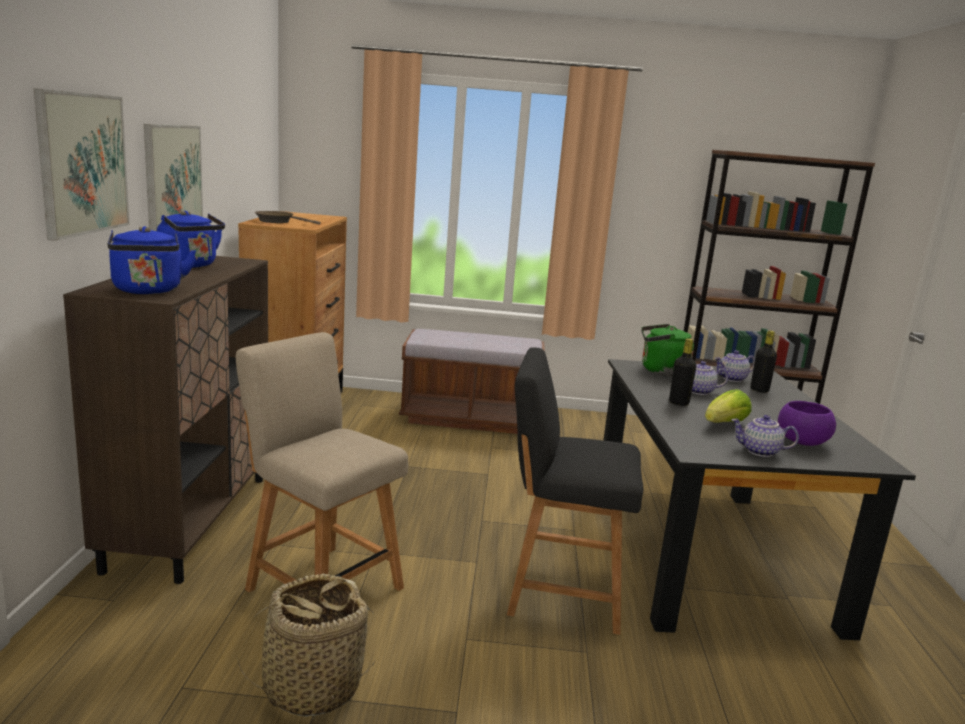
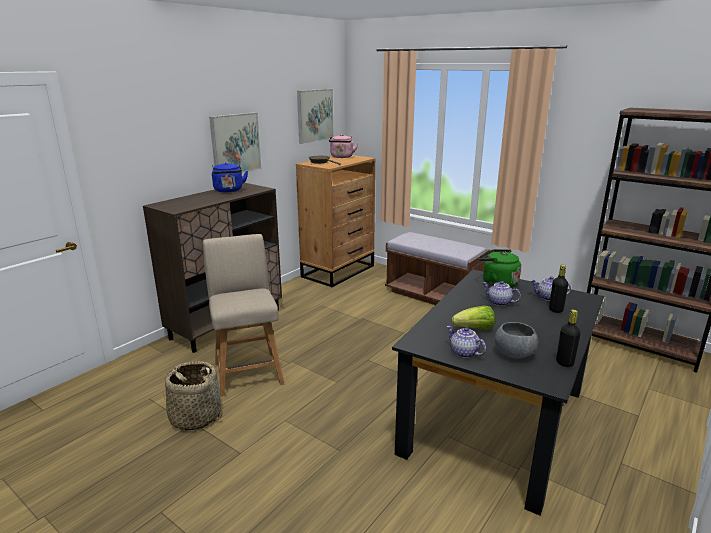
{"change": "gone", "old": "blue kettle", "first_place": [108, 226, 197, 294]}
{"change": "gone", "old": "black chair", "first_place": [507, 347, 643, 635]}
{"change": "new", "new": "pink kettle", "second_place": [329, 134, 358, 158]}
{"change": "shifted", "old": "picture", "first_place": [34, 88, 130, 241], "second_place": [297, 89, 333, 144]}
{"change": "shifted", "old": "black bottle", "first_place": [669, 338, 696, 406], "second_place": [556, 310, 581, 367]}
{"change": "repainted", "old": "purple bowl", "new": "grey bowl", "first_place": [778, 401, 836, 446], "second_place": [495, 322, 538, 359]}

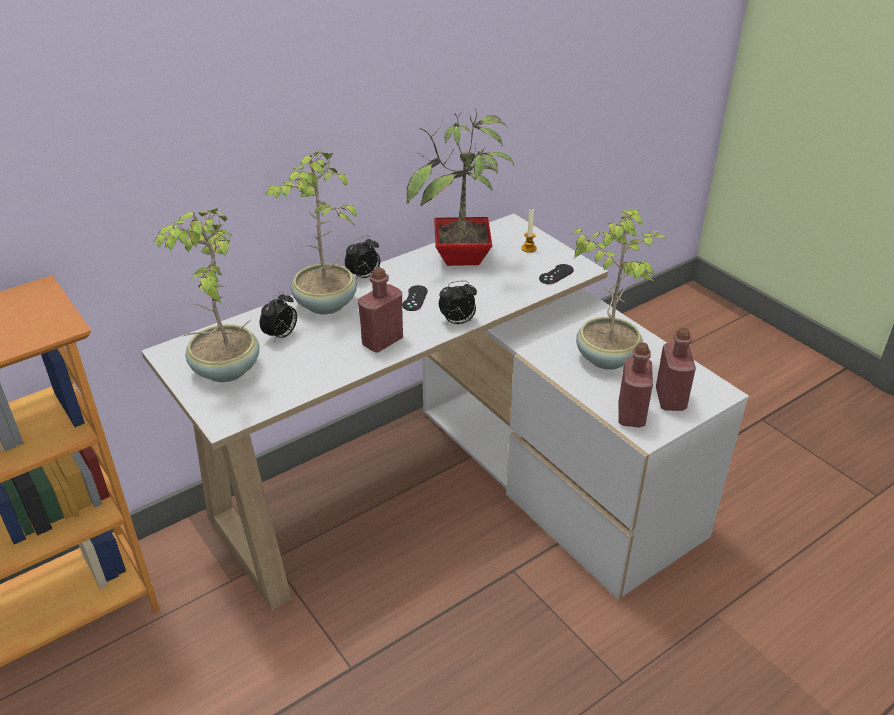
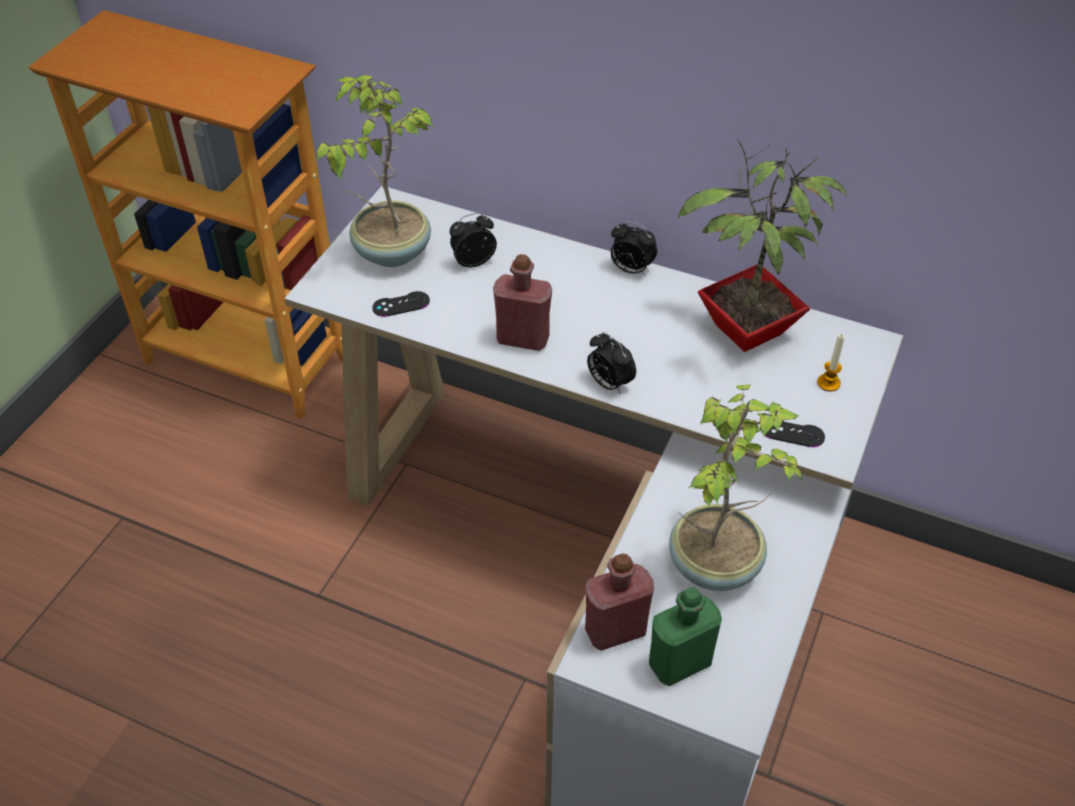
{"change": "gone", "old": "potted plant", "first_place": [264, 149, 357, 314]}
{"change": "shifted", "old": "black game controller", "first_place": [402, 285, 428, 311], "second_place": [372, 291, 430, 317]}
{"change": "repainted", "old": "red bottle", "new": "green bottle", "first_place": [656, 328, 696, 411], "second_place": [649, 587, 722, 686]}
{"change": "rotated", "old": "alarm clock", "first_place": [260, 291, 297, 342], "second_place": [450, 213, 497, 268], "degrees": 150}

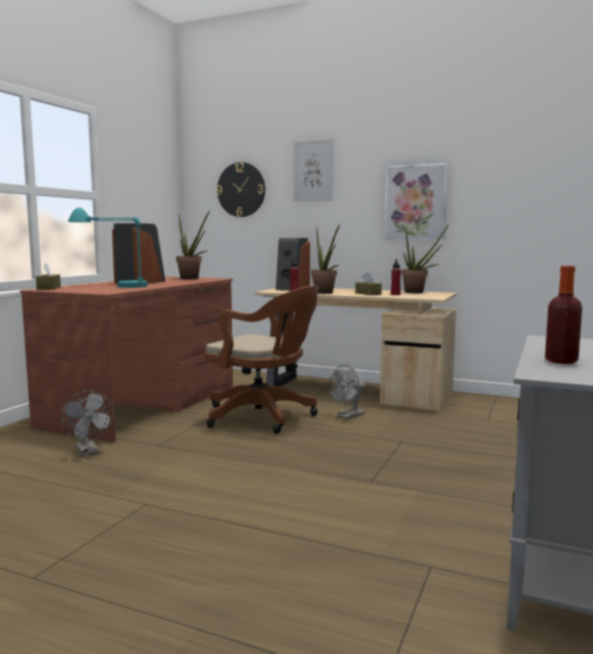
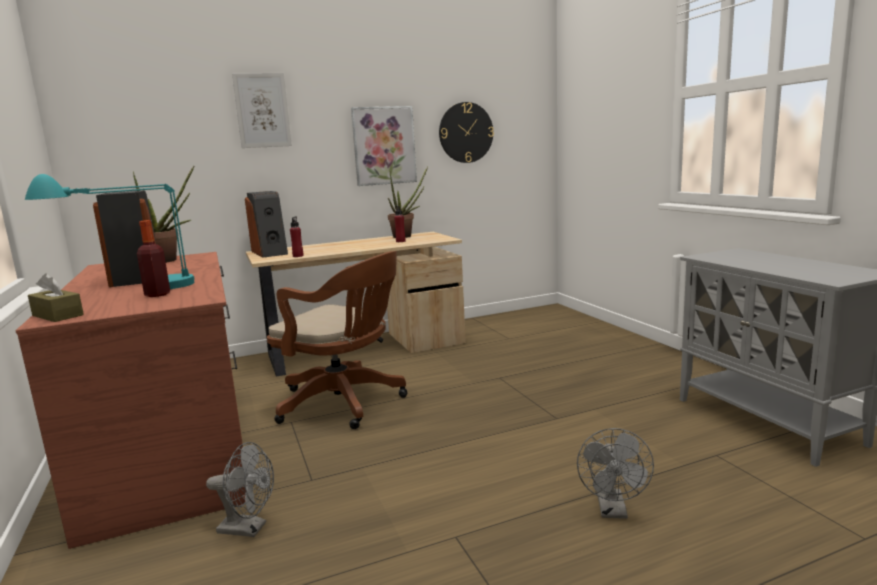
{"change": "gone", "old": "potted plant", "first_place": [311, 224, 340, 294]}
{"change": "gone", "old": "brown tissue box", "first_place": [355, 272, 382, 295]}
{"change": "shifted", "old": "wall clock", "first_place": [217, 162, 265, 217], "second_place": [439, 102, 494, 163]}
{"change": "shifted", "old": "grey fan", "first_place": [330, 364, 366, 419], "second_place": [577, 428, 654, 519]}
{"change": "shifted", "old": "bottle", "first_place": [545, 266, 582, 364], "second_place": [137, 220, 170, 297]}
{"change": "rotated", "old": "brown office chair", "first_place": [204, 285, 319, 434], "second_place": [267, 251, 408, 429], "degrees": 45}

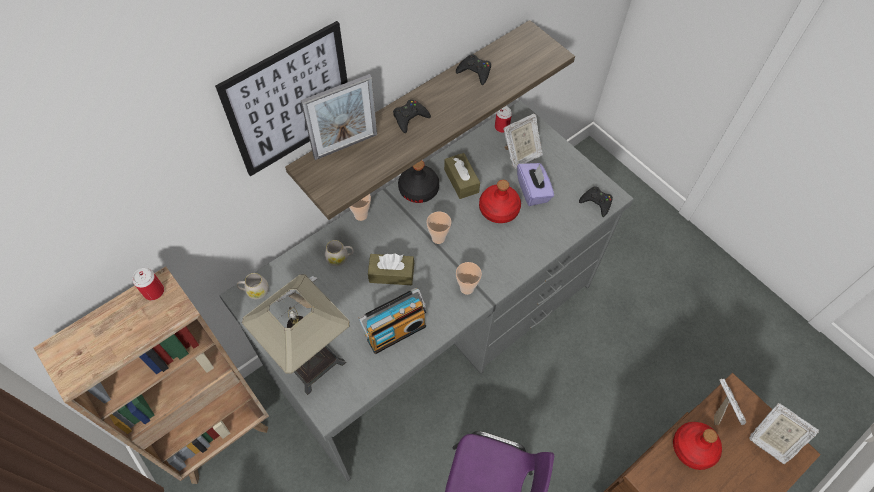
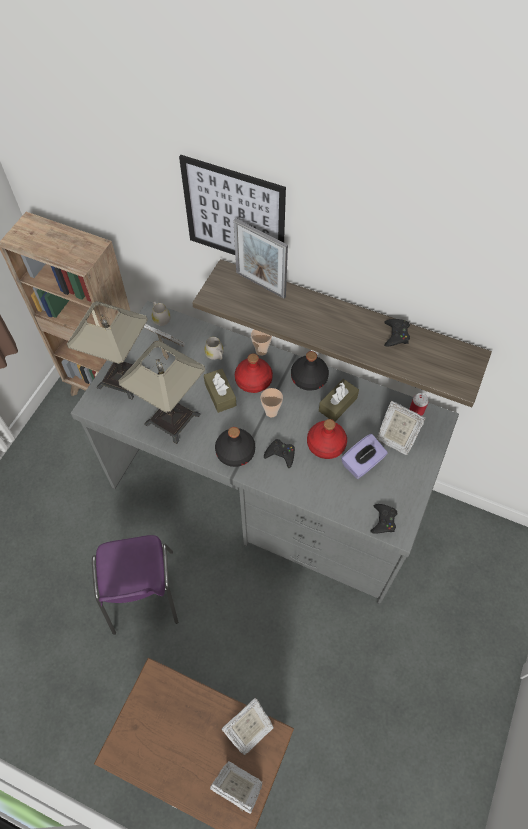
{"change": "gone", "old": "can", "first_place": [132, 268, 164, 300]}
{"change": "shifted", "old": "black game controller", "first_place": [393, 100, 431, 133], "second_place": [264, 439, 295, 468]}
{"change": "shifted", "old": "red bottle", "first_place": [673, 422, 722, 470], "second_place": [235, 353, 273, 393]}
{"change": "swapped", "old": "radio", "new": "table lamp", "first_place": [358, 288, 426, 354], "second_place": [118, 340, 205, 444]}
{"change": "swapped", "old": "cup", "new": "black bottle", "first_place": [456, 262, 482, 295], "second_place": [215, 427, 255, 467]}
{"change": "rotated", "old": "picture frame", "first_place": [749, 403, 819, 464], "second_place": [210, 761, 262, 814], "degrees": 105}

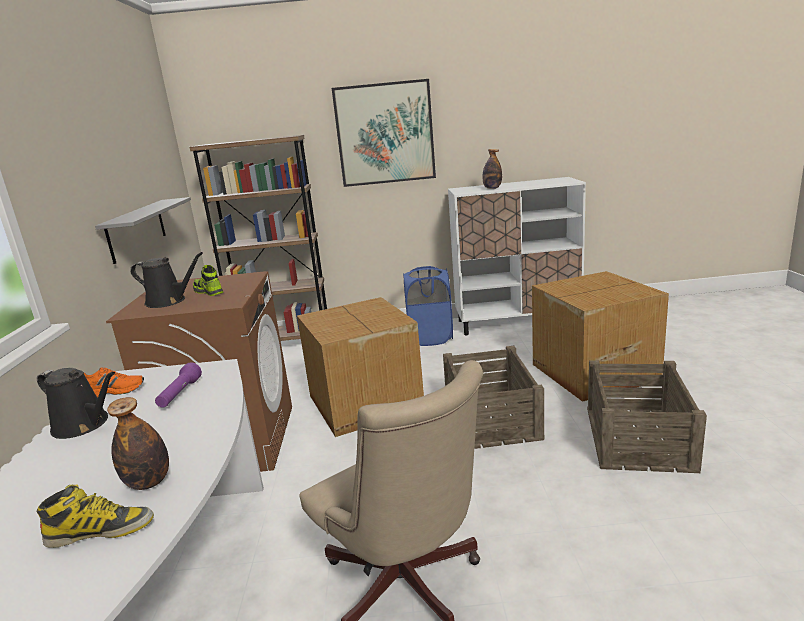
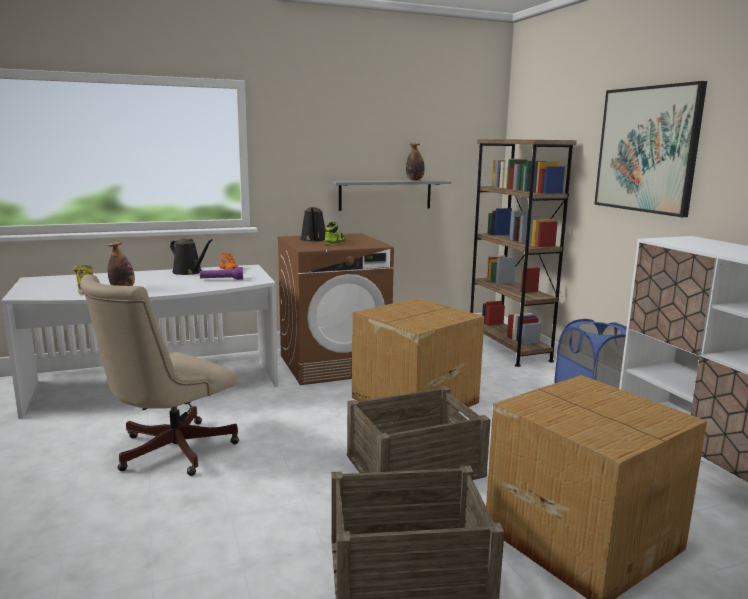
{"change": "shifted", "old": "bottle", "first_place": [482, 149, 502, 189], "second_place": [406, 143, 425, 180]}
{"change": "rotated", "old": "black watering can", "first_place": [37, 368, 115, 439], "second_place": [170, 239, 213, 275], "degrees": -60}

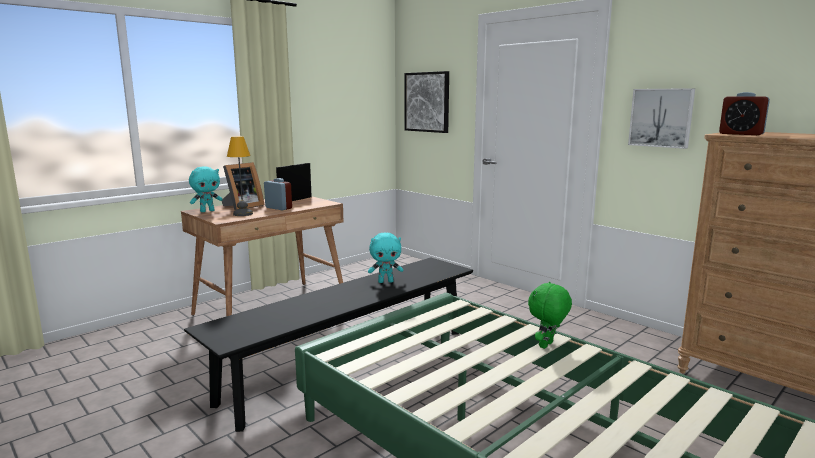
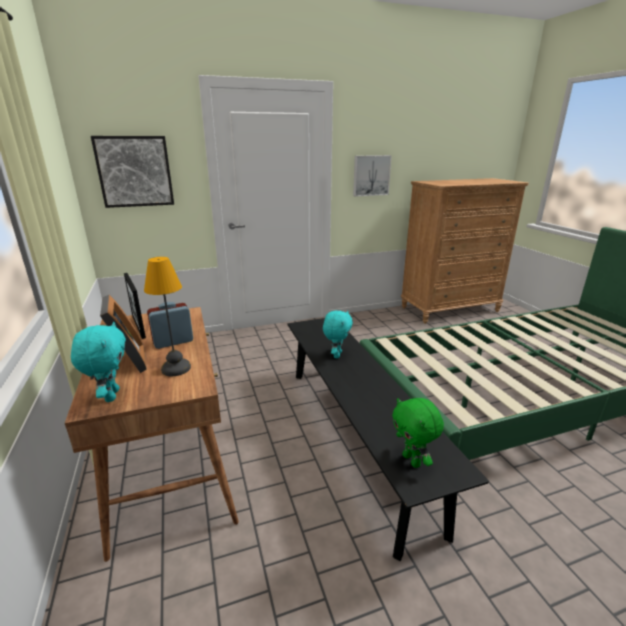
{"change": "gone", "old": "alarm clock", "first_place": [719, 92, 770, 135]}
{"change": "shifted", "old": "green plush toy", "first_place": [528, 282, 572, 349], "second_place": [392, 398, 444, 468]}

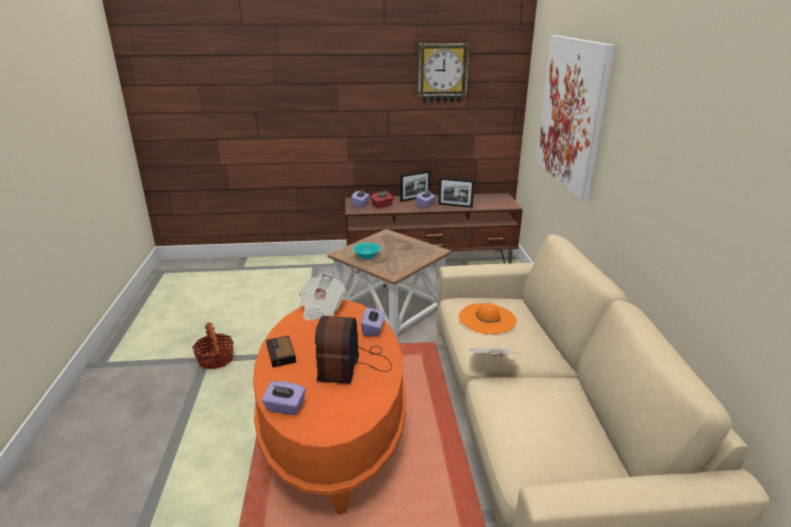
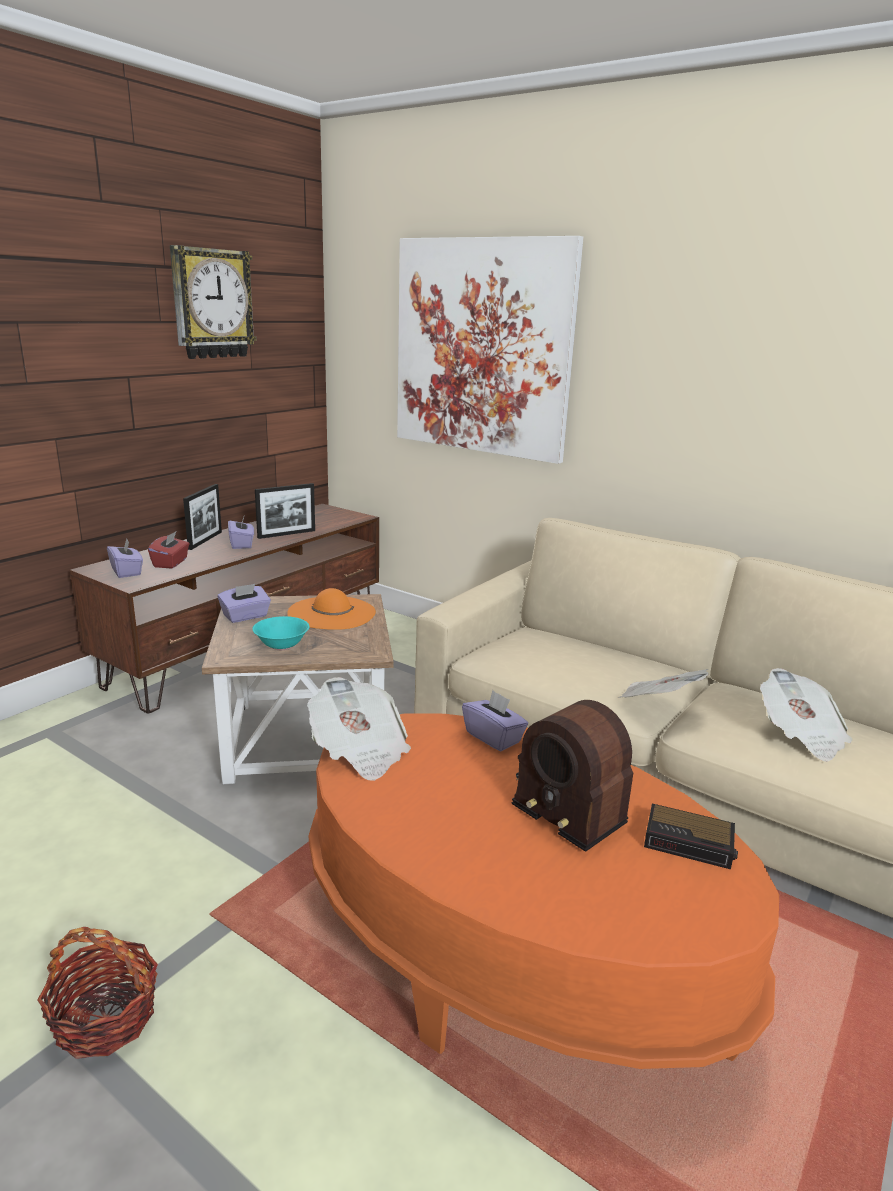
{"change": "new", "new": "newspaper", "second_place": [760, 668, 852, 762]}
{"change": "shifted", "old": "purple tissue box", "first_place": [262, 381, 306, 415], "second_place": [218, 584, 271, 623]}
{"change": "shifted", "old": "alarm clock", "first_place": [266, 336, 296, 367], "second_place": [644, 803, 738, 869]}
{"change": "shifted", "old": "orange hat", "first_place": [459, 303, 516, 334], "second_place": [287, 588, 376, 630]}

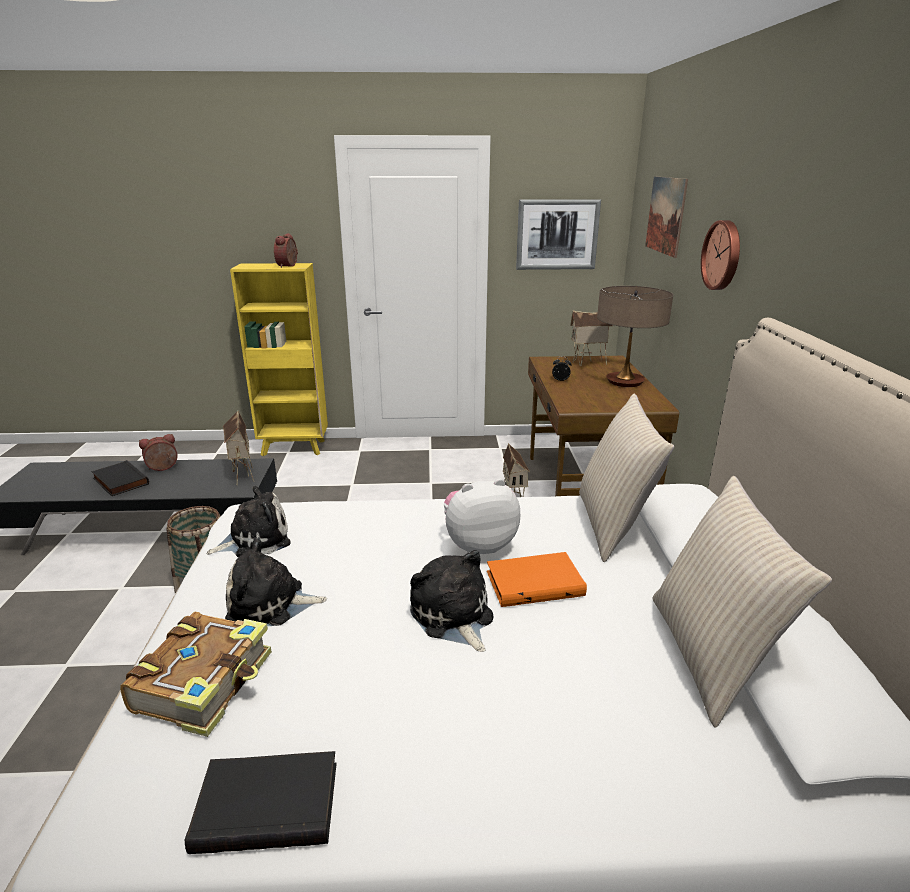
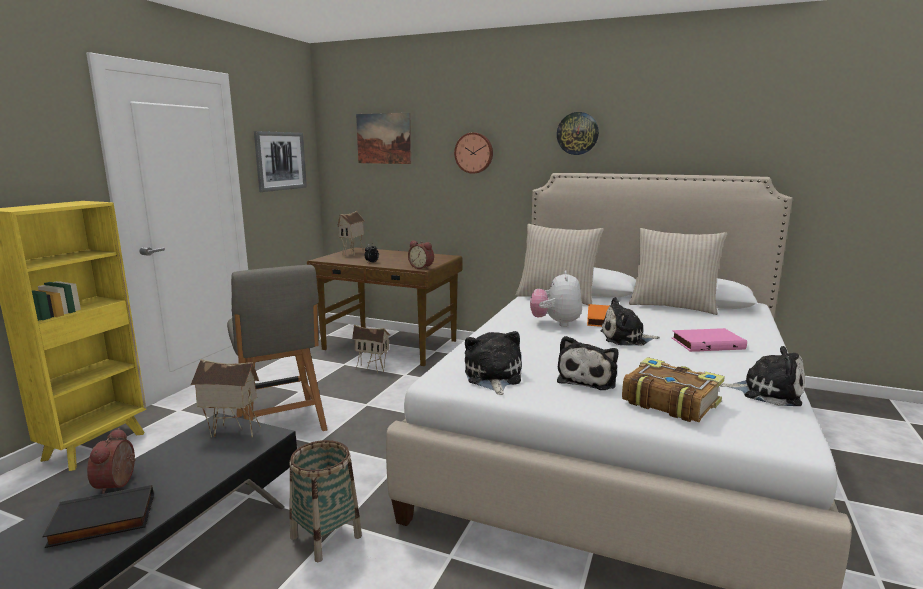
{"change": "gone", "old": "table lamp", "first_place": [597, 286, 673, 387]}
{"change": "new", "new": "grey chair", "second_place": [227, 265, 328, 431]}
{"change": "new", "new": "wall clock", "second_place": [557, 112, 599, 155]}
{"change": "new", "new": "pink book", "second_place": [671, 328, 747, 352]}
{"change": "shifted", "old": "alarm clock", "first_place": [274, 233, 298, 268], "second_place": [408, 240, 434, 269]}
{"change": "swapped", "old": "black book", "new": "plush toy", "first_place": [185, 751, 337, 854], "second_place": [720, 346, 805, 406]}

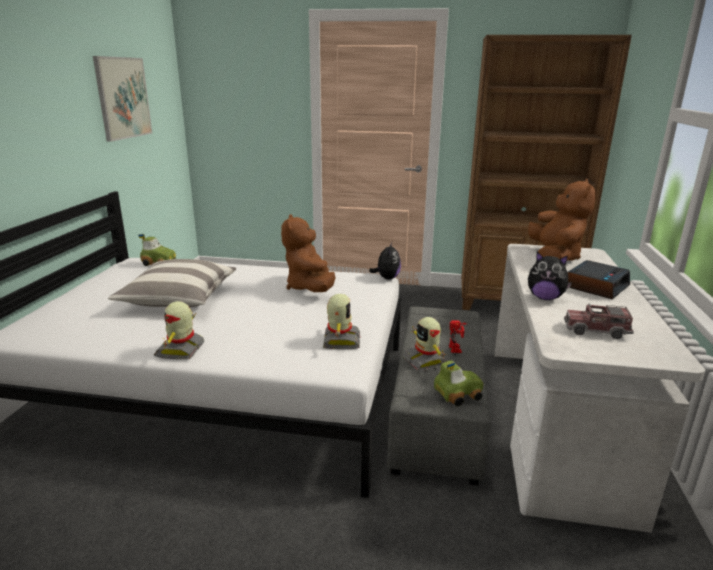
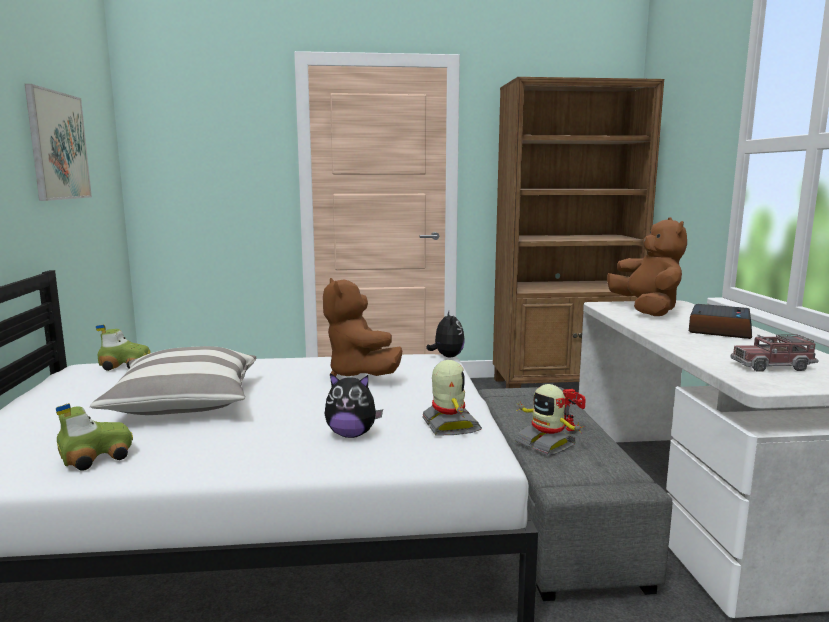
{"change": "gone", "old": "toy robot", "first_place": [154, 301, 204, 359]}
{"change": "shifted", "old": "toy car", "first_place": [434, 361, 483, 406], "second_place": [56, 403, 133, 471]}
{"change": "shifted", "old": "plush toy", "first_place": [528, 252, 572, 300], "second_place": [325, 373, 383, 438]}

